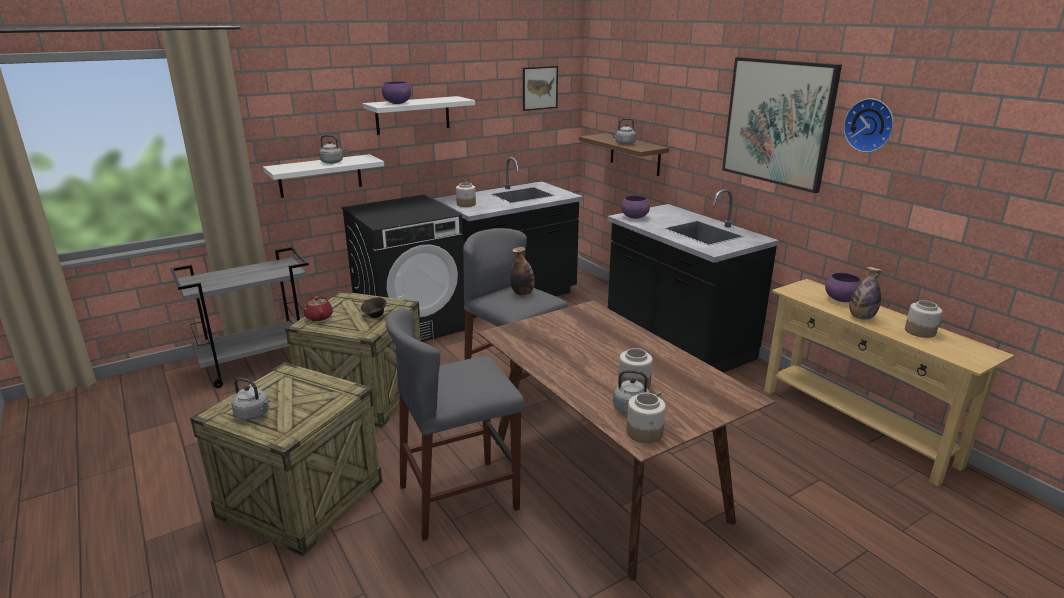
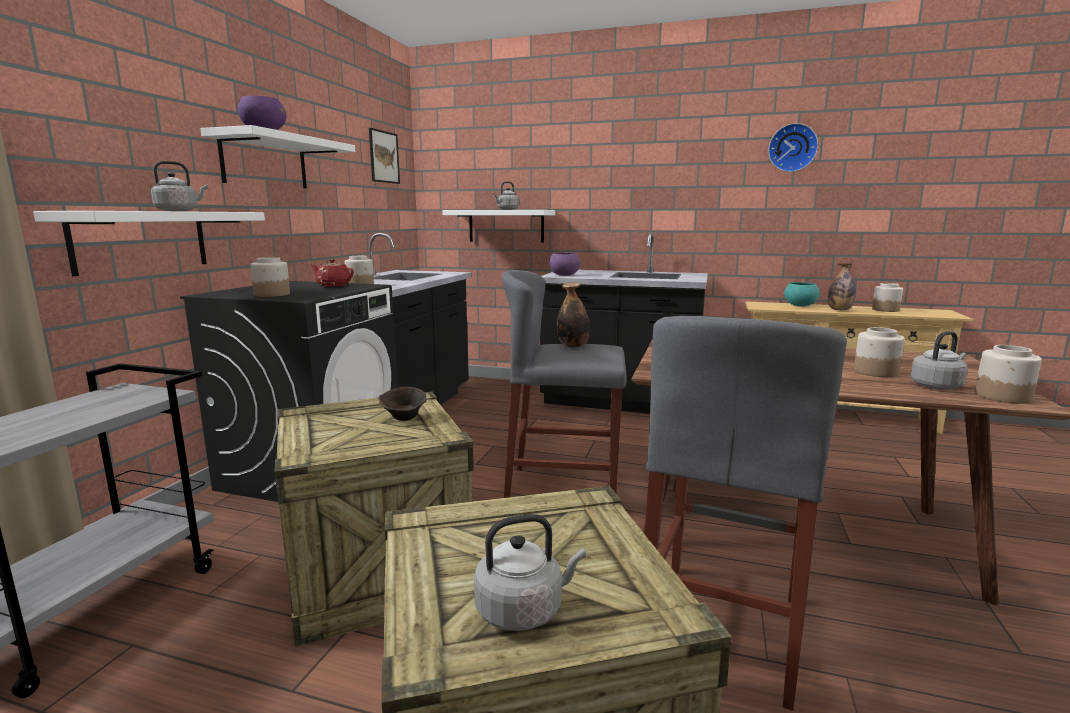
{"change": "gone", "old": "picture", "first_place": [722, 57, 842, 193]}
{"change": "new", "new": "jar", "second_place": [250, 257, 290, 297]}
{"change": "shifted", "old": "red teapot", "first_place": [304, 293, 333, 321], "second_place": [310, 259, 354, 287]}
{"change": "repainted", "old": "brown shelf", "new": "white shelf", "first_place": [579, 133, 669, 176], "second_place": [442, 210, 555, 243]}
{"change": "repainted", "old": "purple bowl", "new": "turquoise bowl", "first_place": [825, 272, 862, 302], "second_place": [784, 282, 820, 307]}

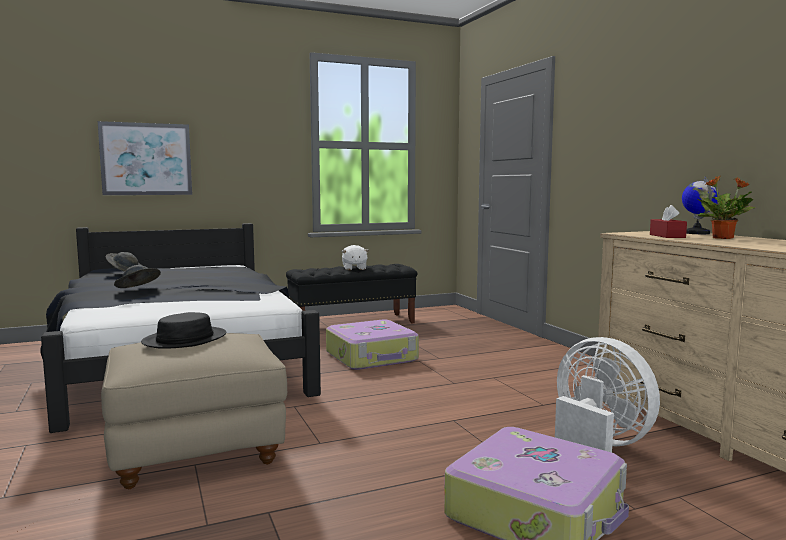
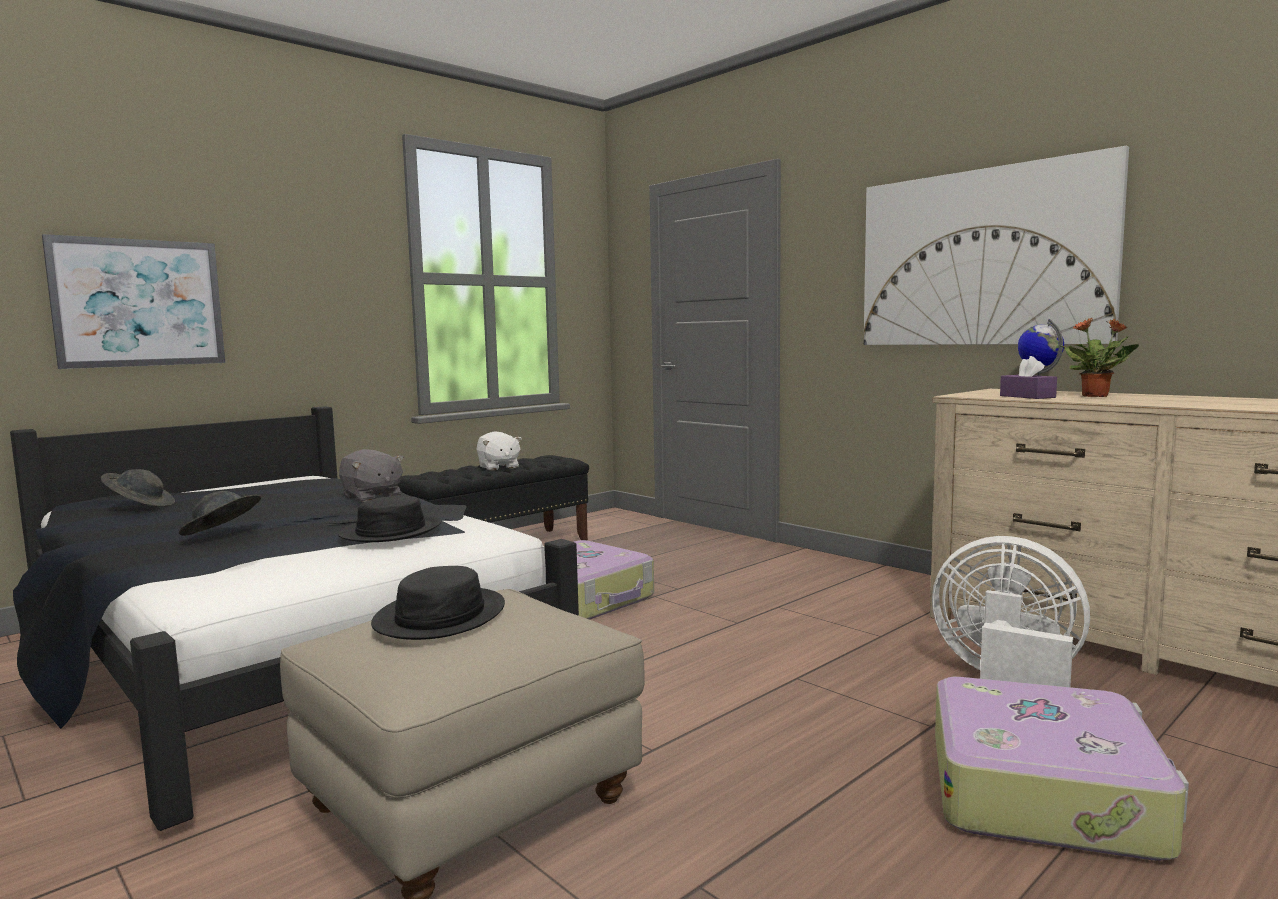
{"change": "new", "new": "black hat", "second_place": [338, 496, 441, 542]}
{"change": "new", "new": "grey plush toy", "second_place": [339, 449, 404, 502]}
{"change": "new", "new": "picture", "second_place": [864, 146, 1129, 345]}
{"change": "repainted", "old": "red tissue box", "new": "purple tissue box", "first_place": [650, 205, 687, 238], "second_place": [1000, 356, 1057, 399]}

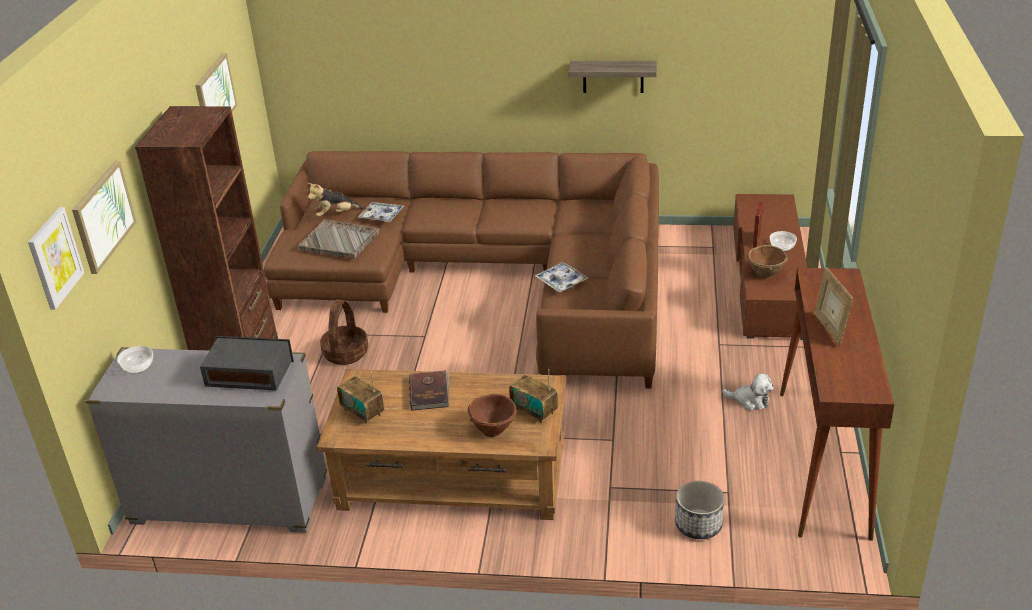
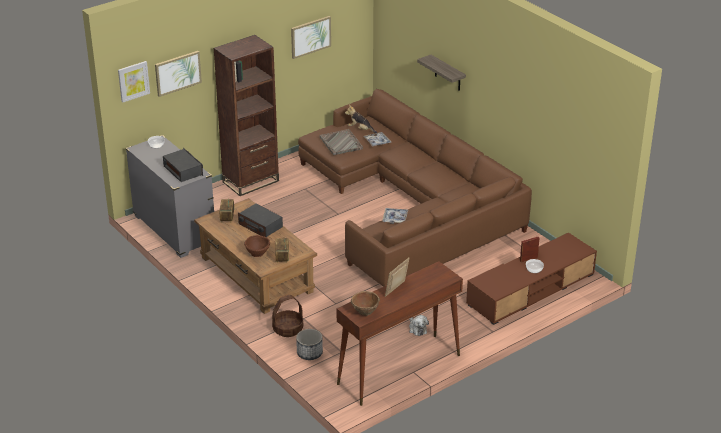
{"change": "shifted", "old": "basket", "first_place": [320, 300, 368, 365], "second_place": [272, 295, 303, 337]}
{"change": "shifted", "old": "shelf", "first_place": [568, 61, 657, 93], "second_place": [417, 55, 466, 91]}
{"change": "shifted", "old": "brown bowl", "first_place": [747, 245, 788, 278], "second_place": [351, 291, 380, 316]}
{"change": "swapped", "old": "brown book", "new": "radio", "first_place": [409, 370, 449, 411], "second_place": [238, 204, 283, 237]}

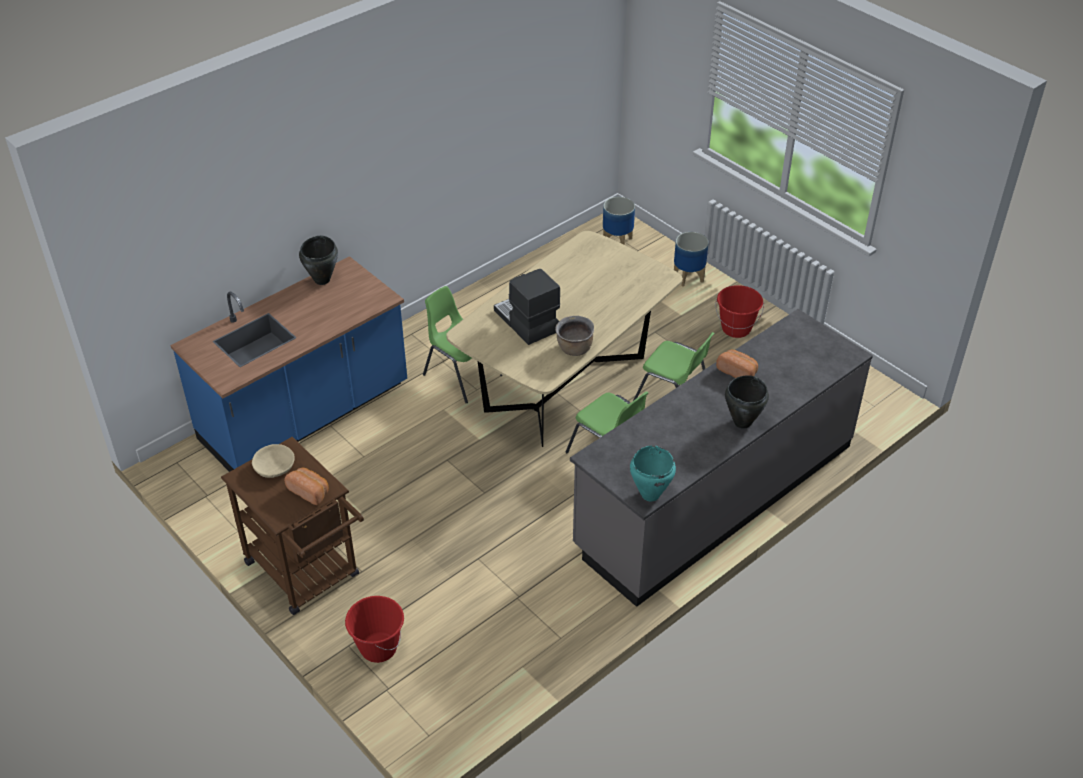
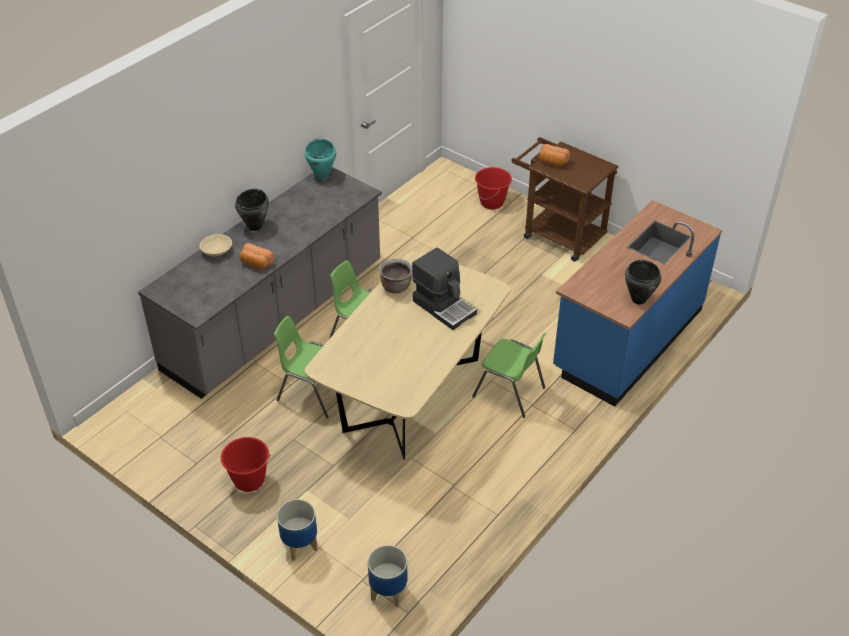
{"change": "shifted", "old": "beige bowl", "first_place": [252, 444, 295, 478], "second_place": [200, 234, 232, 257]}

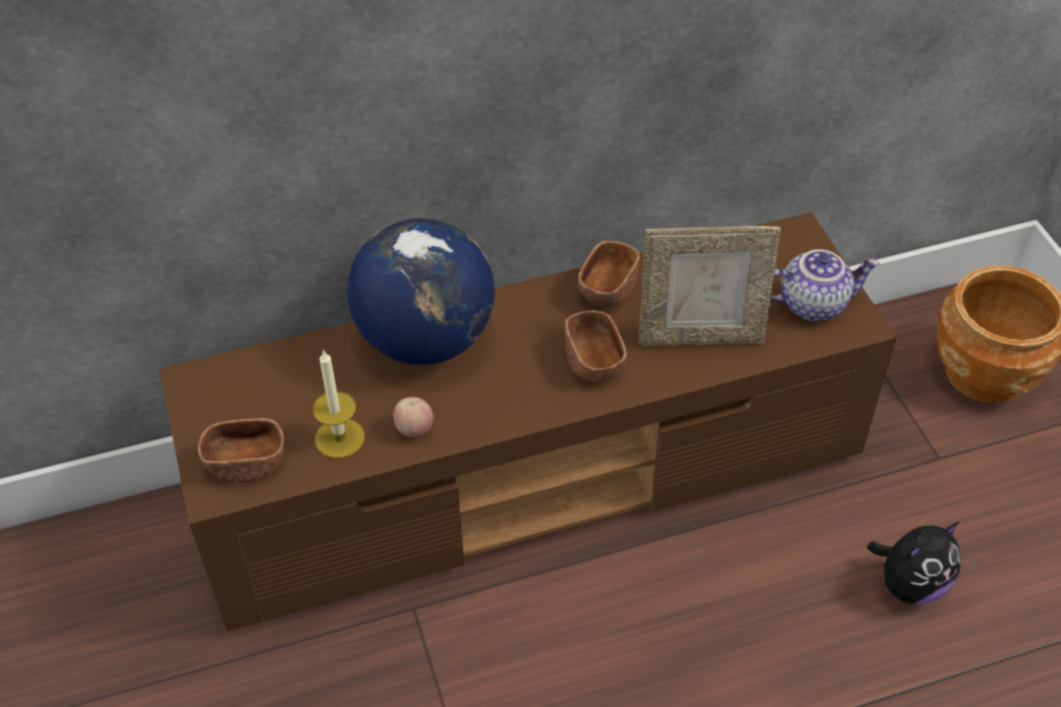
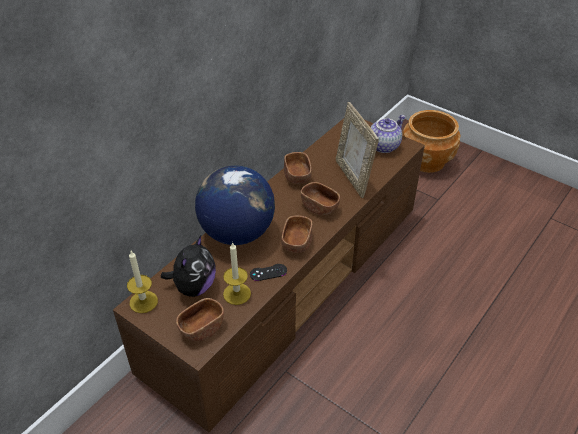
{"change": "new", "new": "candle", "second_place": [127, 251, 158, 313]}
{"change": "new", "new": "brown bowl", "second_place": [281, 216, 313, 253]}
{"change": "shifted", "old": "plush toy", "first_place": [867, 521, 961, 604], "second_place": [161, 235, 216, 297]}
{"change": "swapped", "old": "apple", "new": "black game controller", "first_place": [393, 397, 433, 437], "second_place": [250, 264, 287, 281]}
{"change": "rotated", "old": "picture frame", "first_place": [639, 226, 781, 347], "second_place": [336, 102, 379, 198], "degrees": 105}

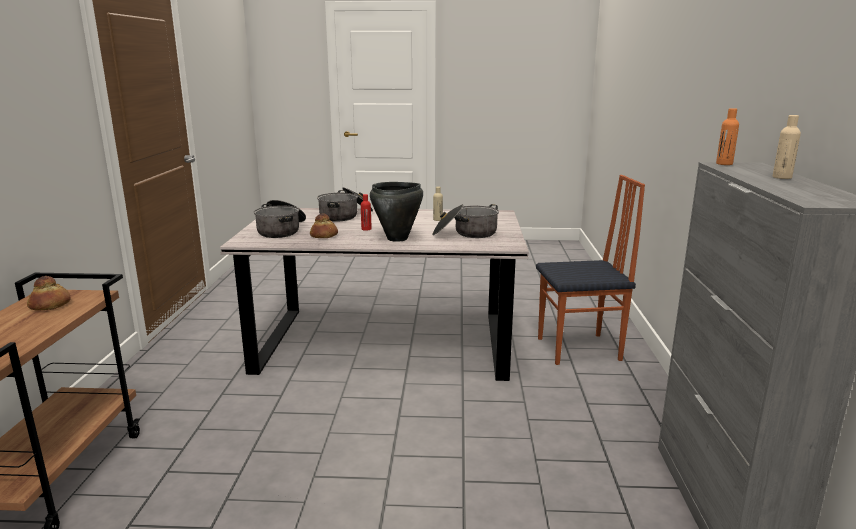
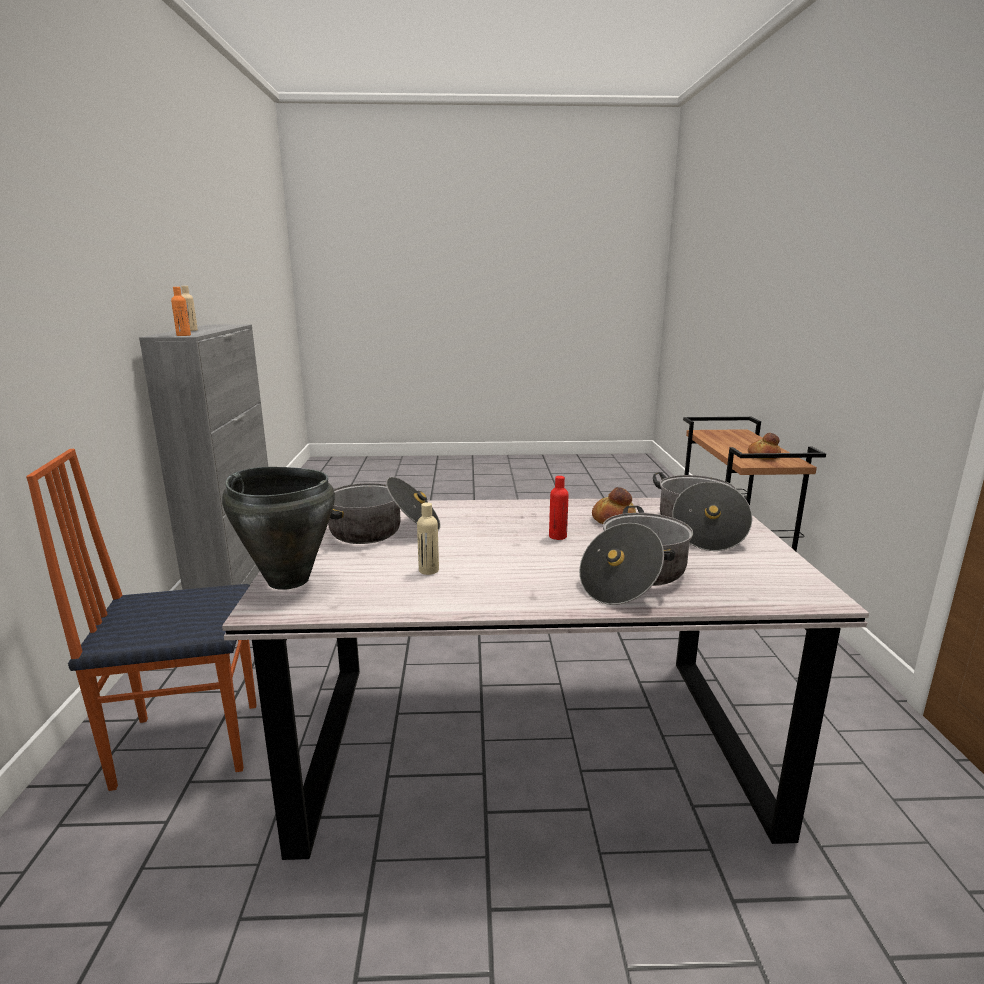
{"change": "shifted", "old": "black cooking pot", "first_place": [370, 182, 423, 242], "second_place": [222, 467, 335, 590]}

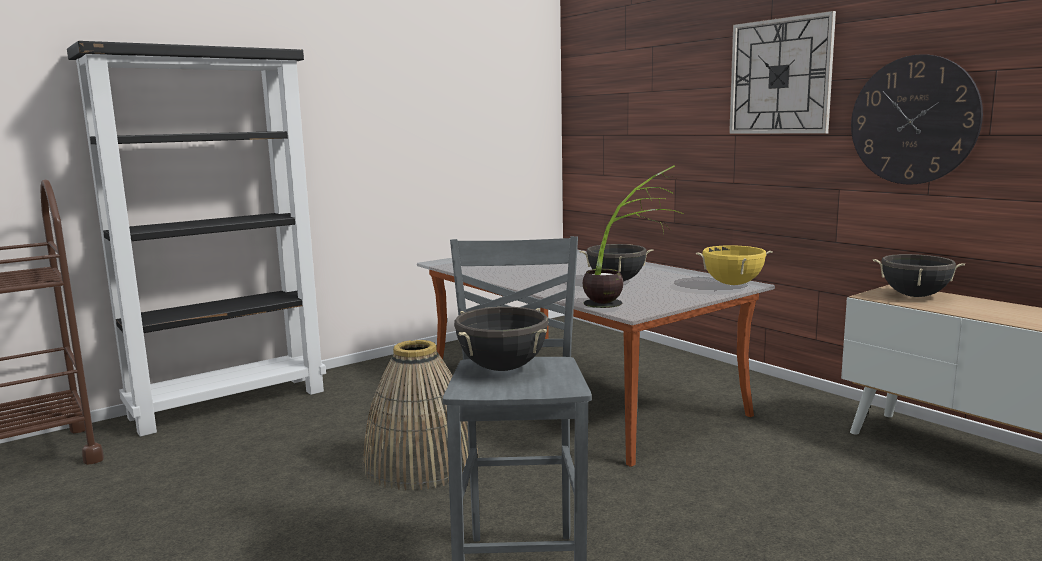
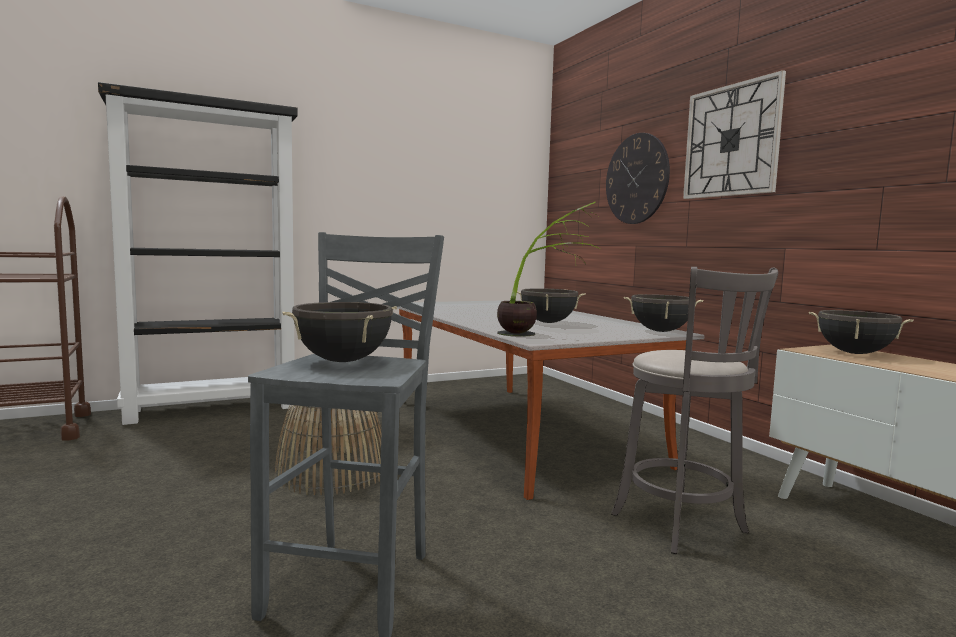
{"change": "new", "new": "grey stool", "second_place": [611, 267, 778, 554]}
{"change": "shifted", "old": "wall clock", "first_place": [851, 54, 983, 185], "second_place": [606, 133, 670, 224]}
{"change": "repainted", "old": "yellow cooking pot", "new": "black cooking pot", "first_place": [696, 245, 773, 285], "second_place": [624, 294, 703, 332]}

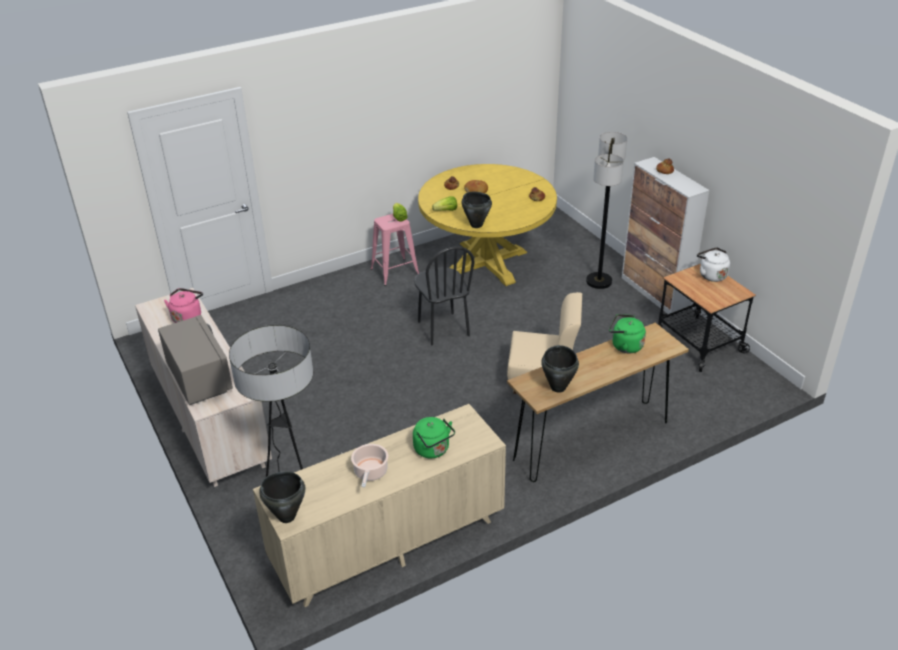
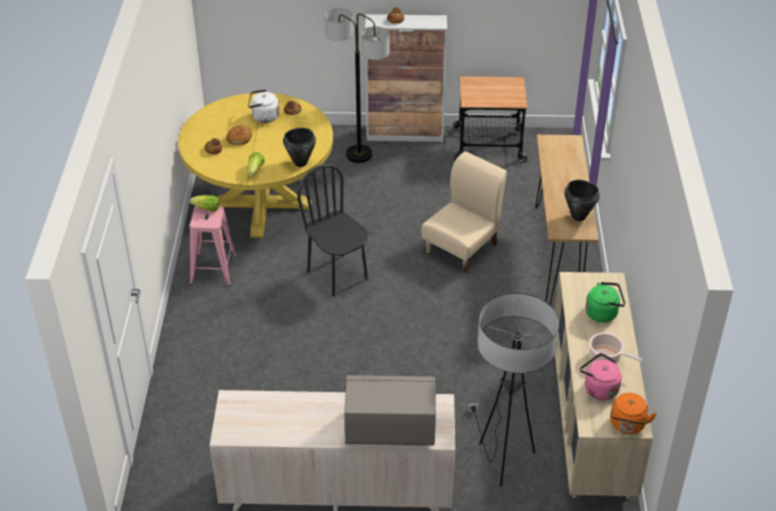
{"change": "gone", "old": "green kettle", "first_place": [609, 314, 646, 353]}
{"change": "shifted", "old": "pink kettle", "first_place": [164, 288, 203, 323], "second_place": [580, 353, 622, 400]}
{"change": "shifted", "old": "white kettle", "first_place": [697, 247, 730, 282], "second_place": [248, 89, 279, 123]}
{"change": "swapped", "old": "black cooking pot", "new": "orange kettle", "first_place": [259, 471, 305, 523], "second_place": [610, 393, 657, 434]}
{"change": "rotated", "old": "black chair", "first_place": [414, 246, 474, 346], "second_place": [297, 164, 369, 296], "degrees": -135}

